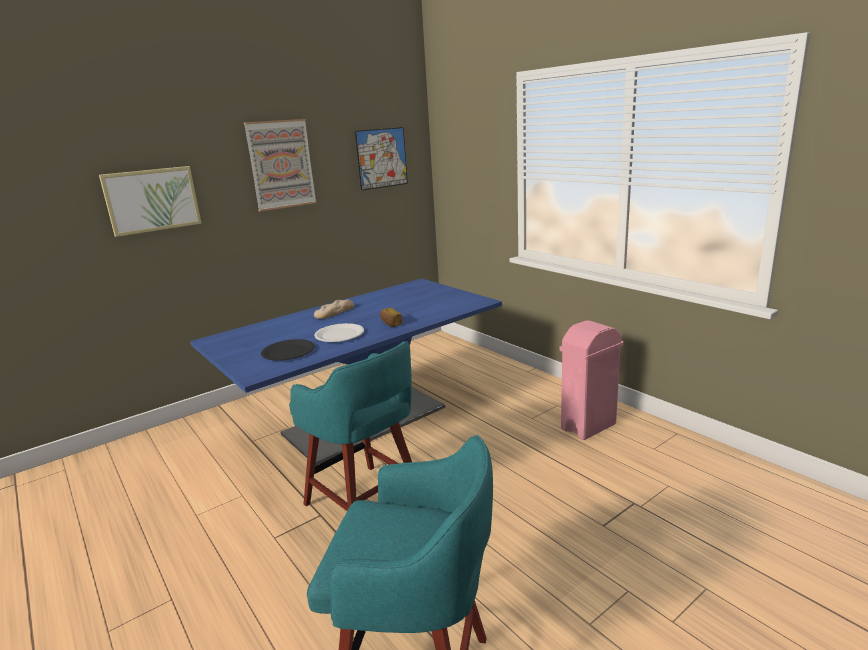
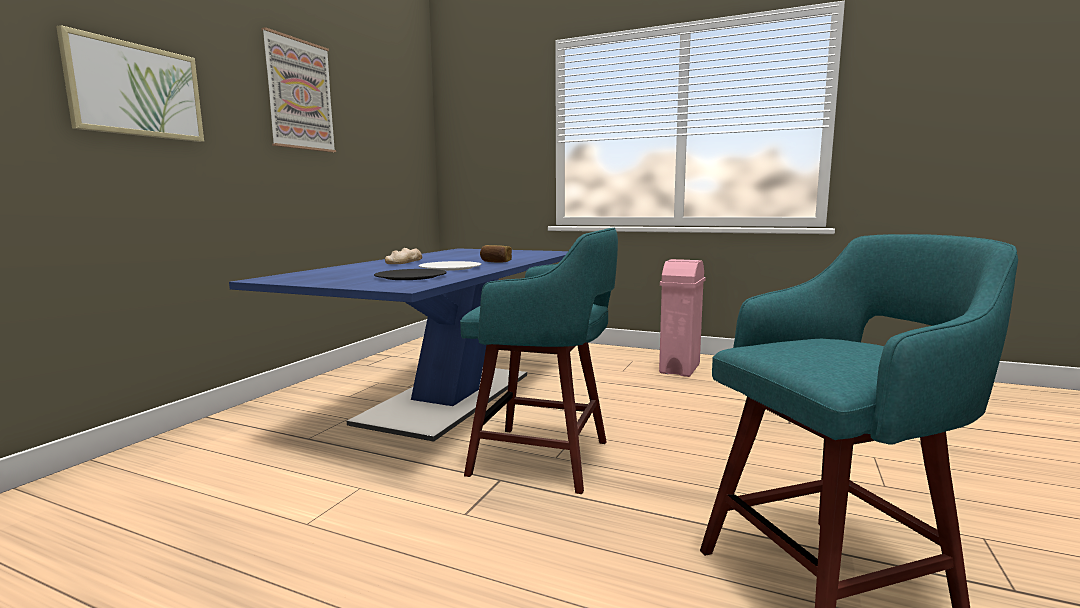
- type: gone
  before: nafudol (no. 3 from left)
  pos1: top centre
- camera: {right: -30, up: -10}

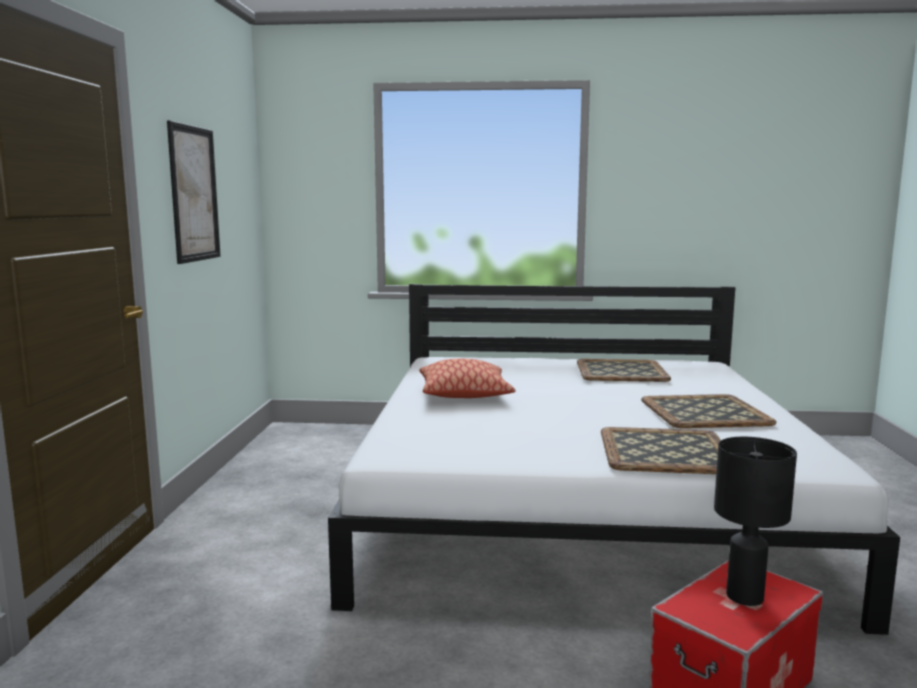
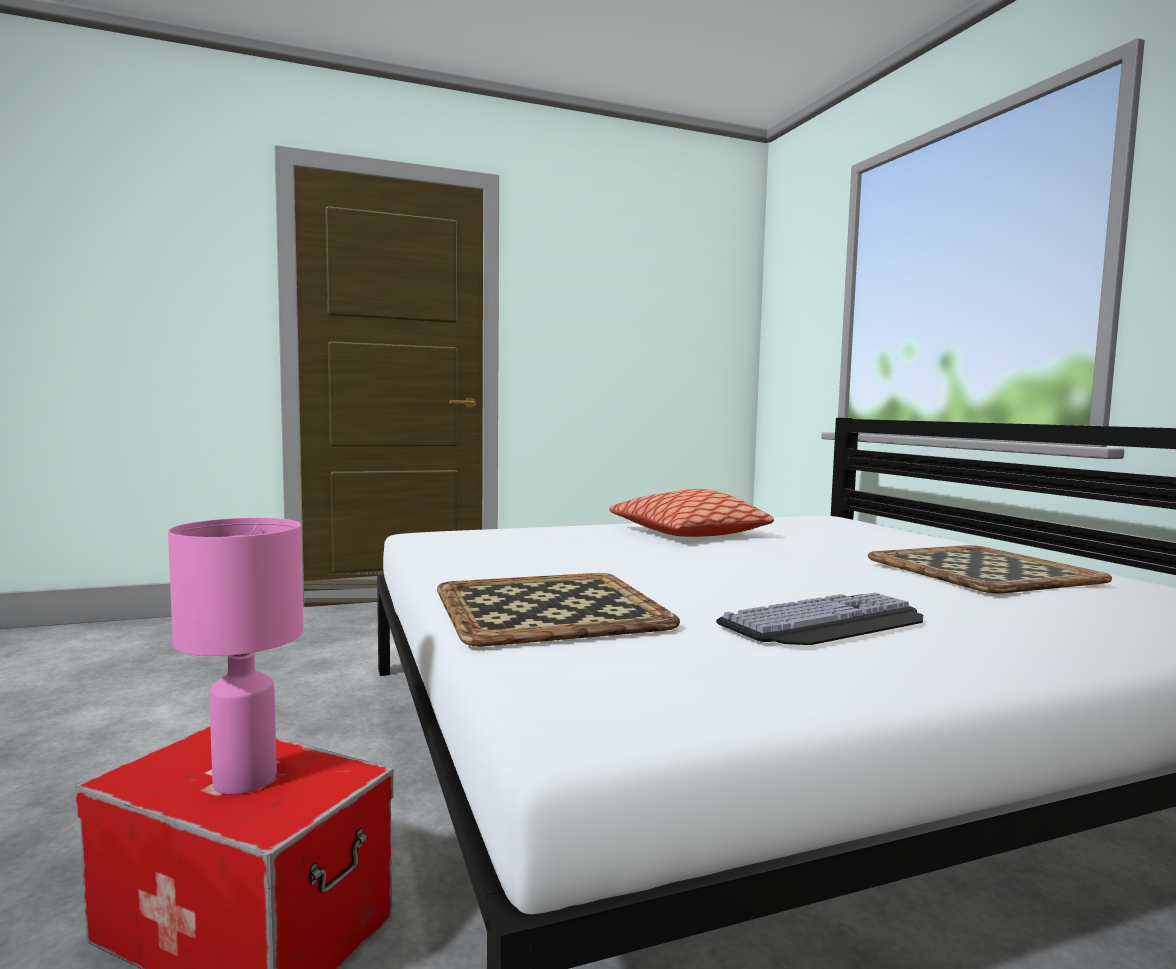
- type: repainted
  before: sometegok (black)
  after: sometegok (pink)
  pos1: bottom right
  pos2: bottom left
- type: swapped
  before: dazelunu (no. 3 from left)
  after: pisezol
  pos1: middle right
  pos2: middle right
- type: gone
  before: nafudol
  pos1: top left
- camera: {right: 65, up: -5}

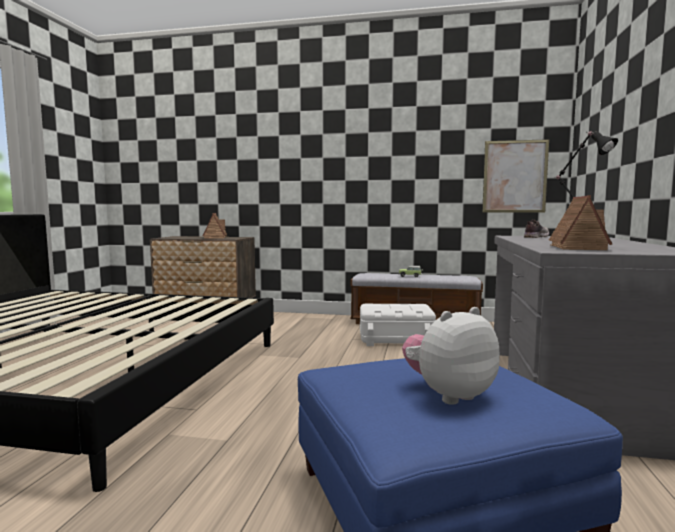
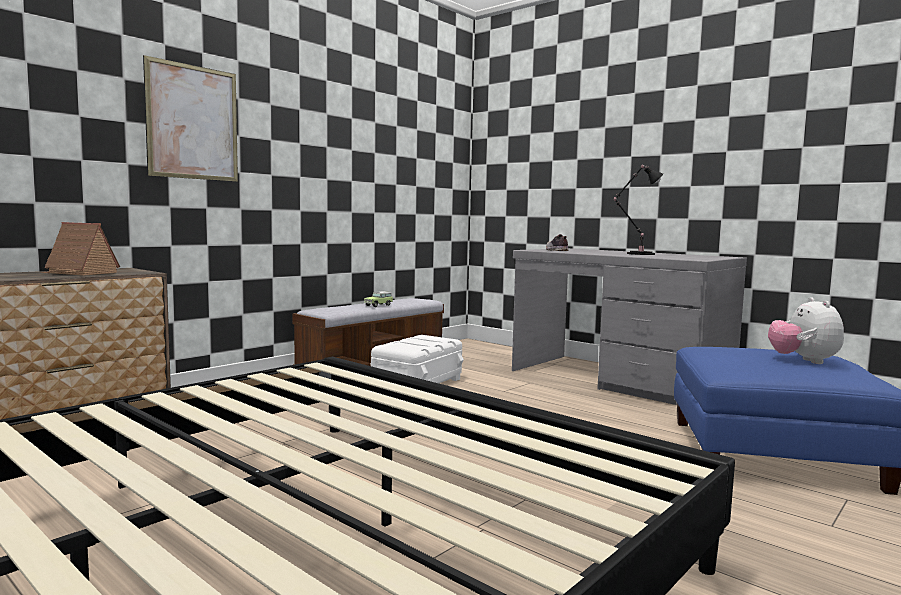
- type: shifted
  before: nafudol
  pos1: top right
  pos2: top left
- type: gone
  before: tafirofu (no. 2 from left)
  pos1: middle right
- camera: {right: -60, up: 0}

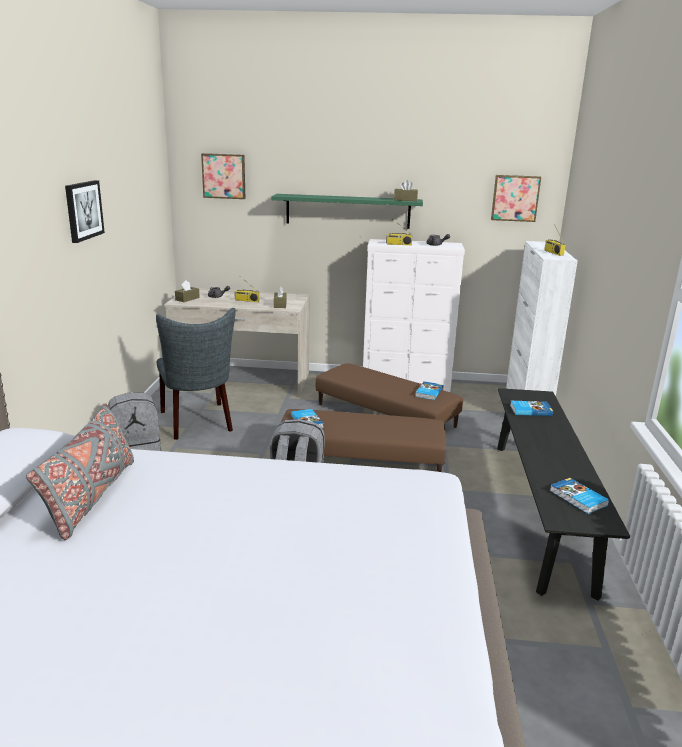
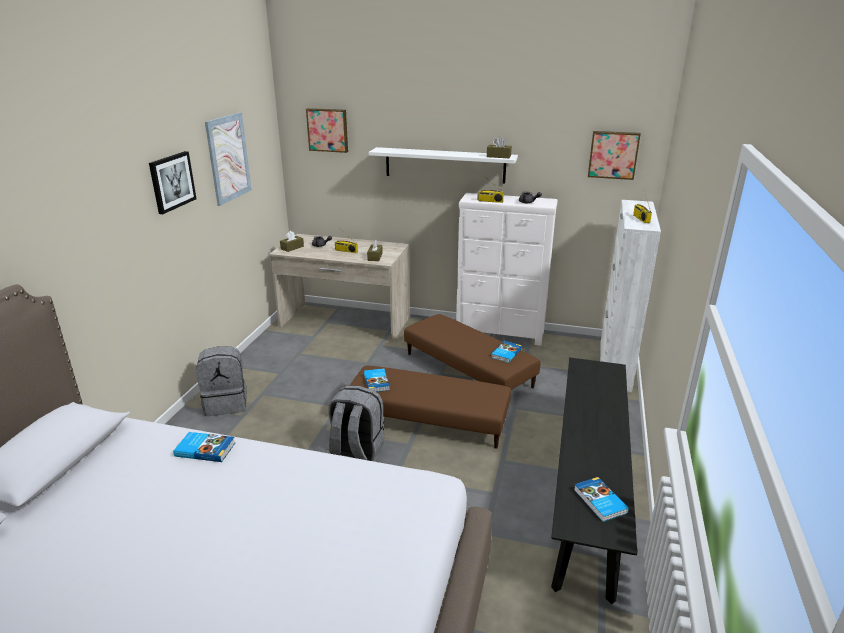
- type: shifted
  before: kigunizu (no. 3 from left in the first image)
  after: kigunizu (no. 1 from left)
  pos1: middle right
  pos2: bottom left
- type: new
  after: nafudol (no. 2 from left)
  pos2: top left
- type: repainted
  before: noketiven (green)
  after: noketiven (white)
  pos1: top centre
  pos2: top centre
- type: gone
  before: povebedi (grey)
  pos1: middle left
- type: gone
  before: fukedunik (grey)
  pos1: middle left
- camera: {right: 10, up: 5}

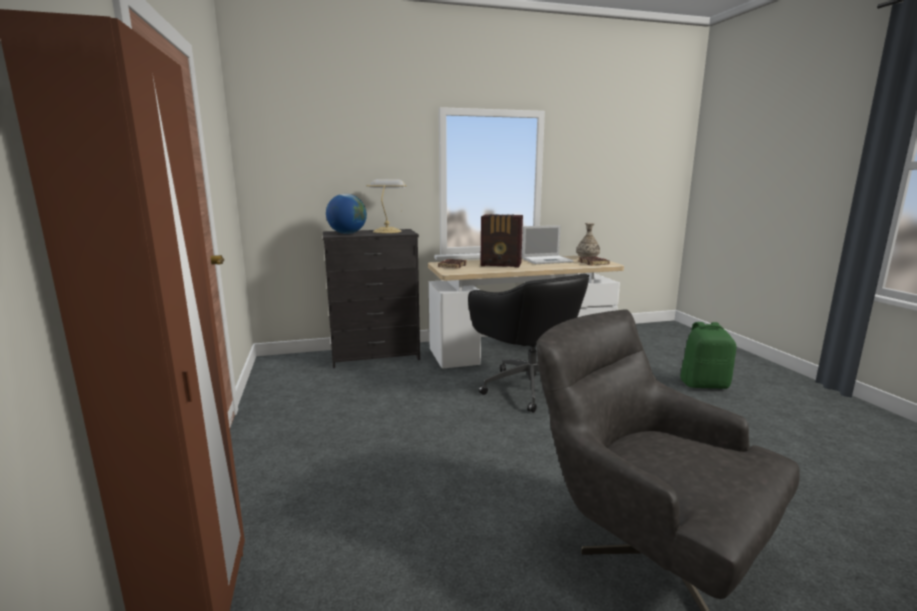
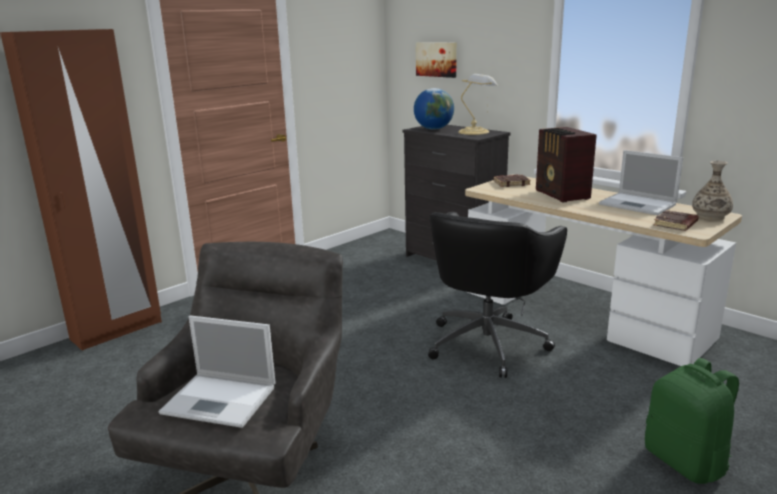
- type: new
  after: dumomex (no. 1 from left)
  pos2: bottom left
- type: new
  after: nafudol
  pos2: top centre
- camera: {right: 60, up: 5}

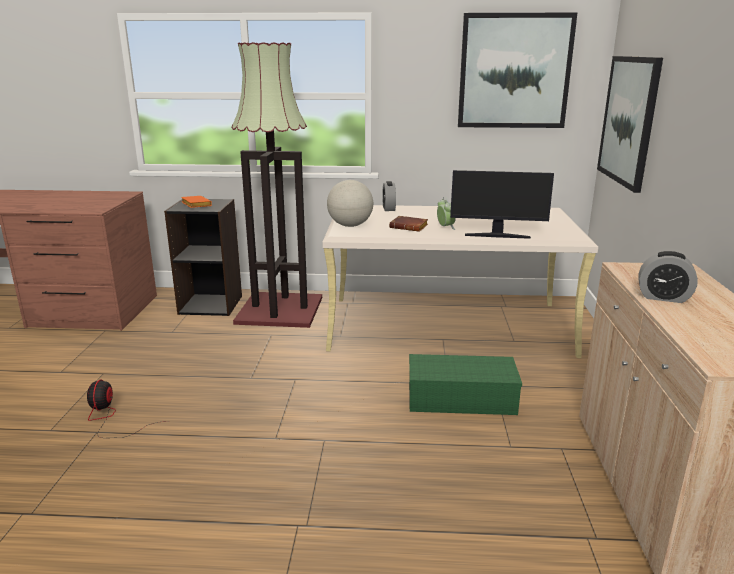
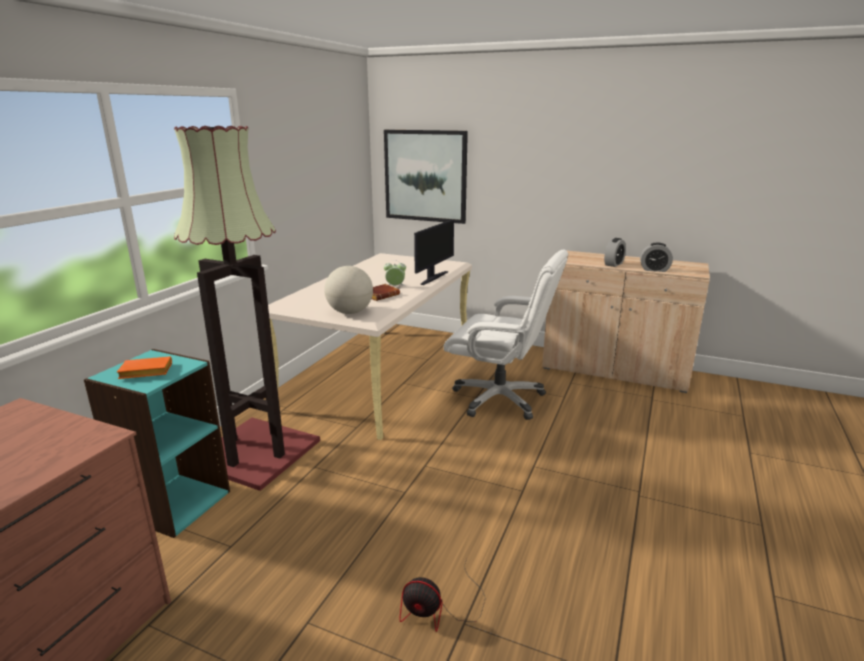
- type: repainted
  before: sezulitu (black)
  after: sezulitu (turquoise)
  pos1: middle left
  pos2: bottom left
- type: swapped
  before: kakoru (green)
  after: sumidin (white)
  pos1: bottom centre
  pos2: centre
- type: shifted
  before: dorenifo (no. 1 from left in the first image)
  after: dorenifo (no. 3 from left)
  pos1: centre
  pos2: middle right
- type: gone
  before: nafudol (no. 1 from left)
  pos1: top right
- camera: {right: -70, up: 0}

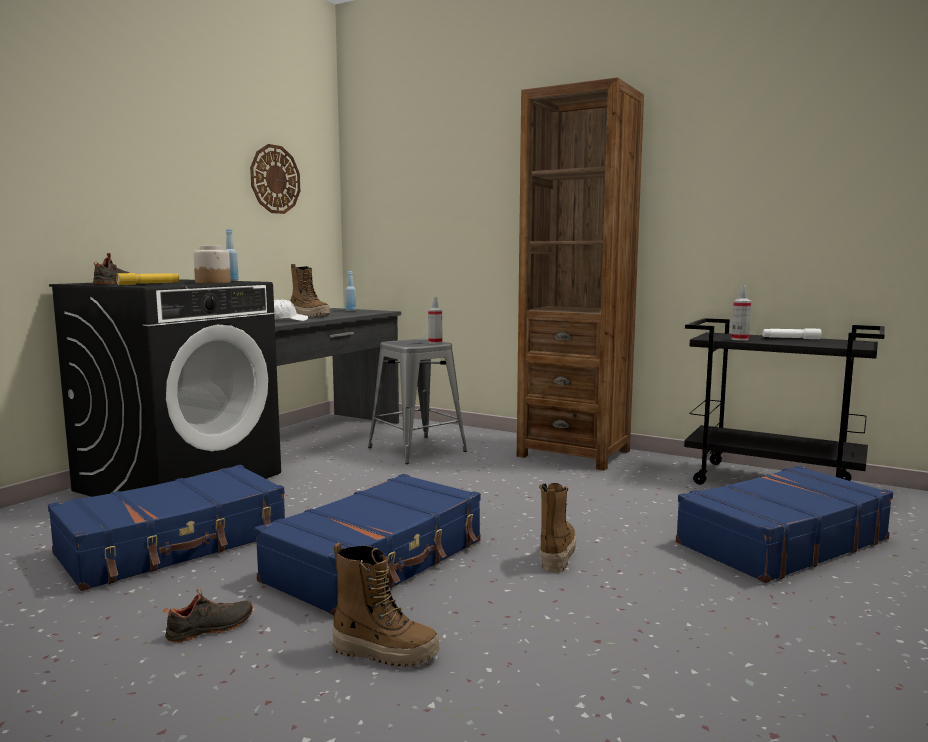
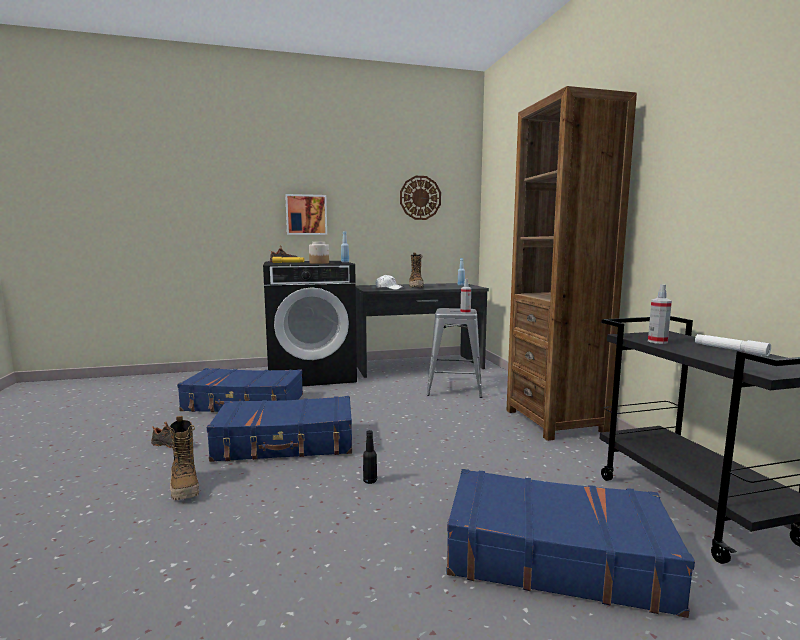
- type: new
  after: nafudol
  pos2: centre
- type: swapped
  before: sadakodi (no. 3 from left)
  after: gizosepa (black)
  pos1: bottom centre
  pos2: bottom centre
- camera: {right: 45, up: 0}

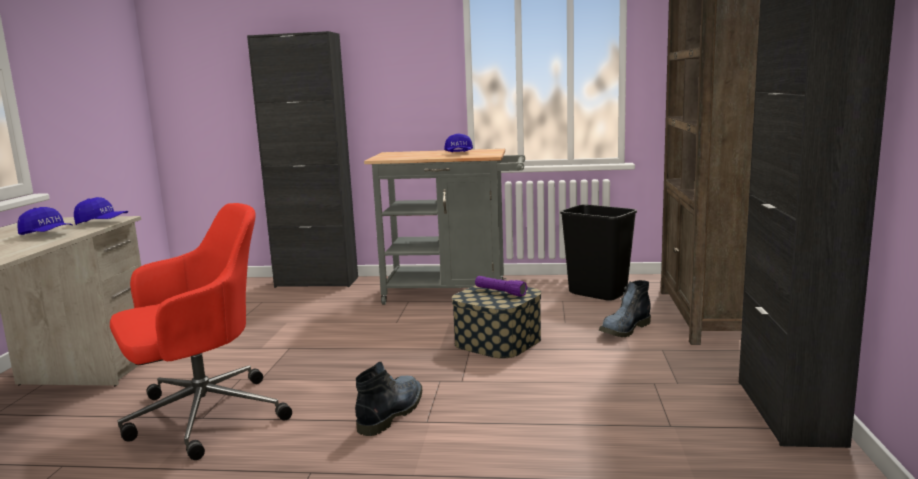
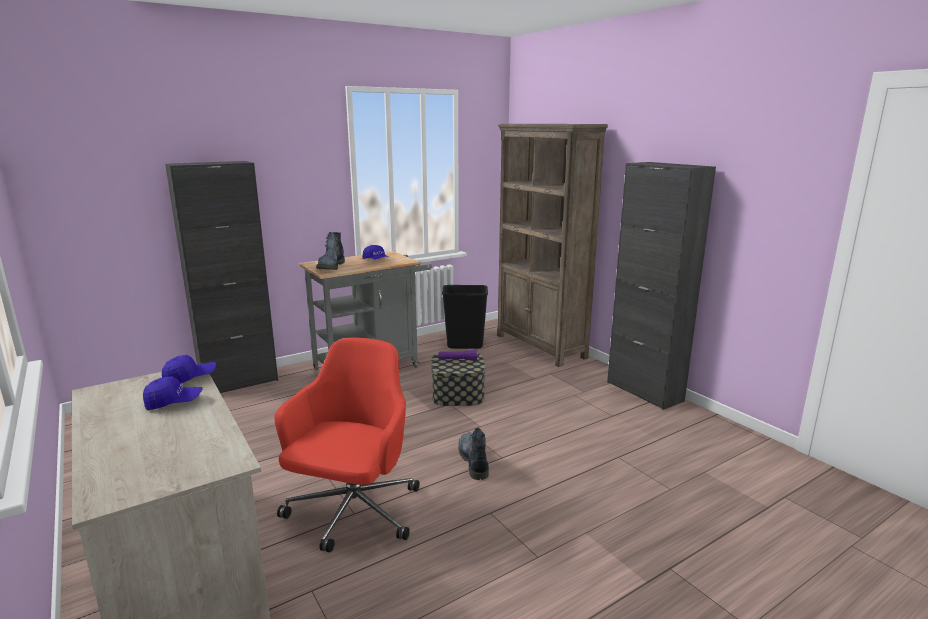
- type: shifted
  before: sadakodi (no. 2 from left in the first image)
  after: sadakodi (no. 1 from left)
  pos1: middle right
  pos2: centre
- camera: {right: -40, up: 5}

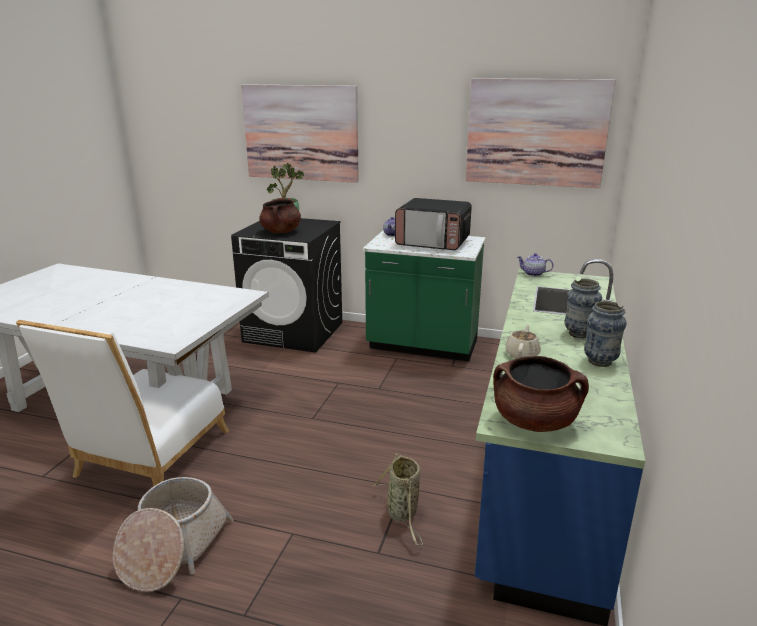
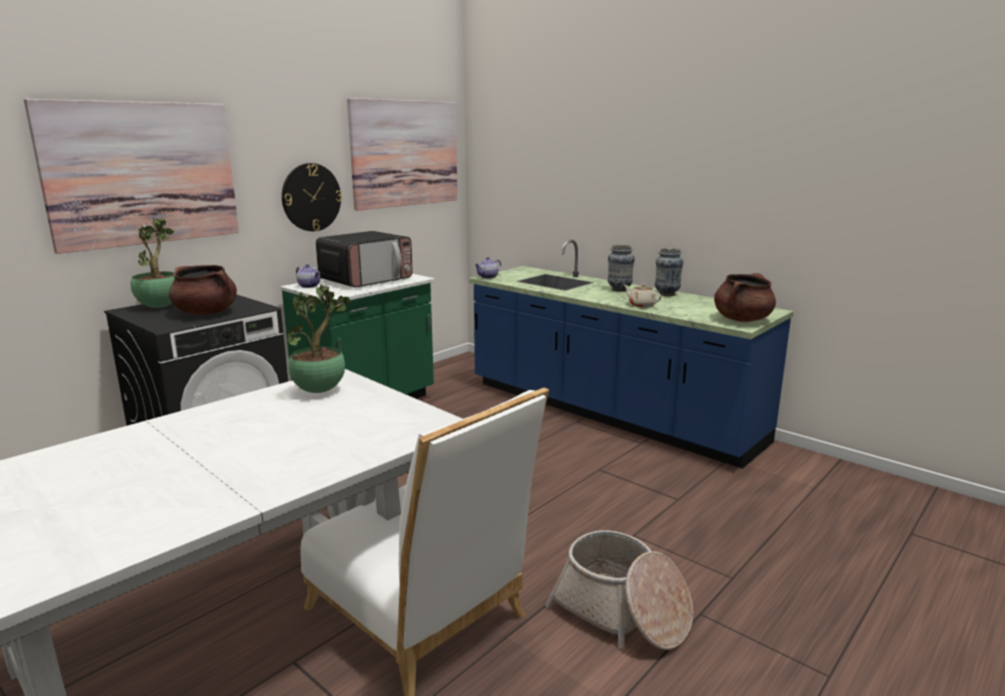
- type: new
  after: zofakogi
  pos2: top left
- type: new
  after: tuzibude (no. 2 from left)
  pos2: middle left
- type: gone
  before: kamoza (no. 2 from left)
  pos1: bottom centre
- camera: {right: -65, up: -5}

